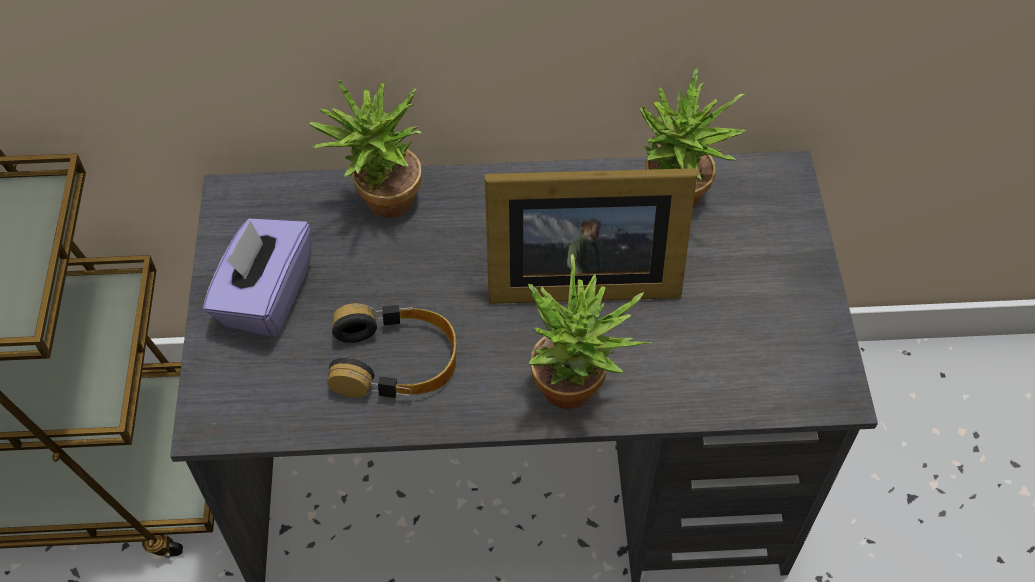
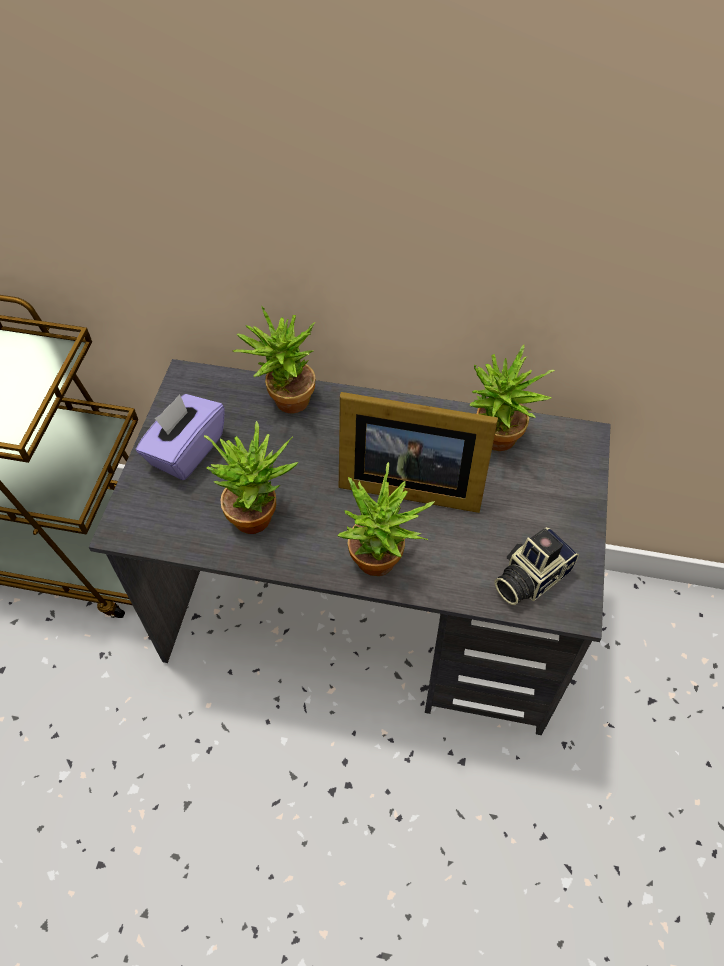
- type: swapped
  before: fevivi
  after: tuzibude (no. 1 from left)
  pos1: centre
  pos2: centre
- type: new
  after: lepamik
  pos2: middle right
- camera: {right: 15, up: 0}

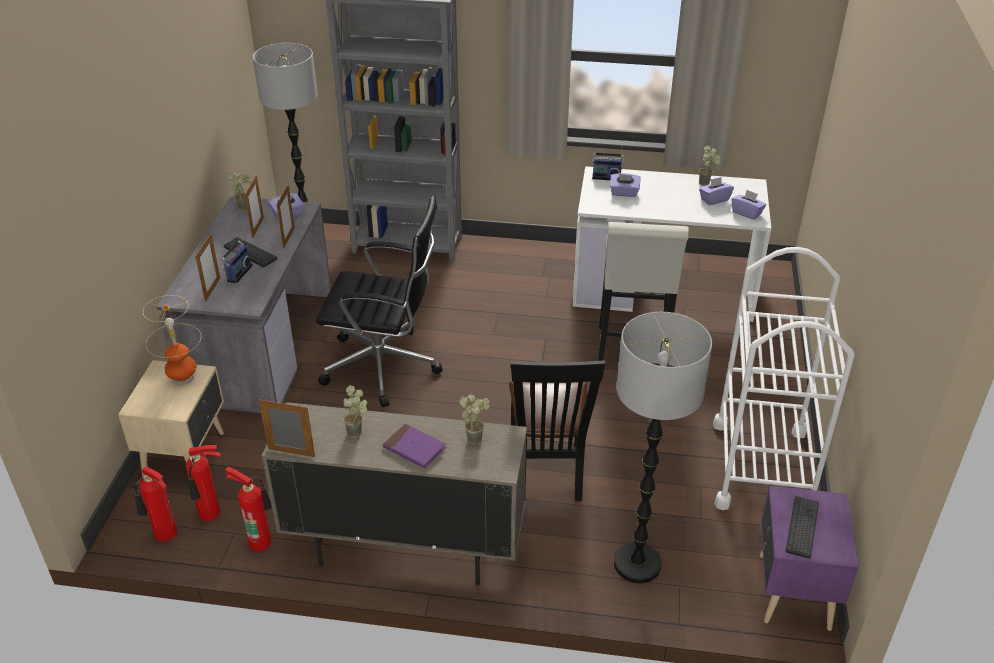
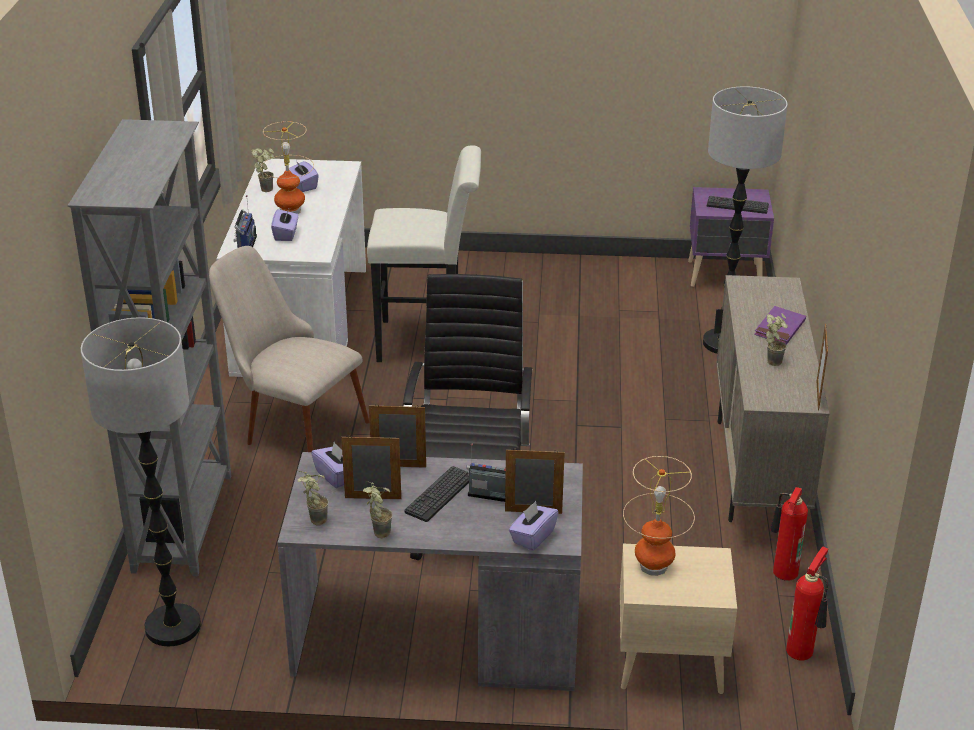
- type: new
  after: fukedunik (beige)
  pos2: middle left
- type: new
  after: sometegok (no. 1 from left)
  pos2: top left
- type: shifted
  before: tuzibude (no. 3 from left)
  pos1: centre
  pos2: bottom centre
- type: shifted
  before: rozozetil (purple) (no. 4 from left)
  pos1: top right
  pos2: bottom centre
- type: gone
  before: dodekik (no. 2 from left)
  pos1: bottom left
- type: gone
  before: fukedunik (black)
  pos1: centre
- type: gone
  before: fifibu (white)
  pos1: middle right
- camera: {right: -95, up: -5}

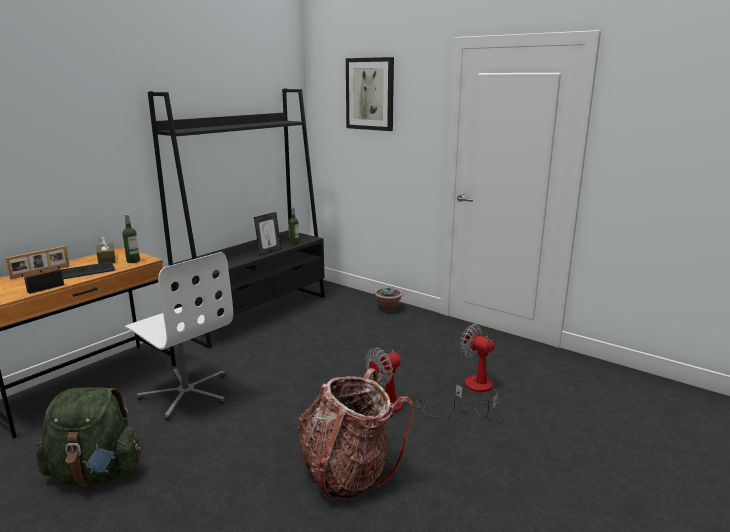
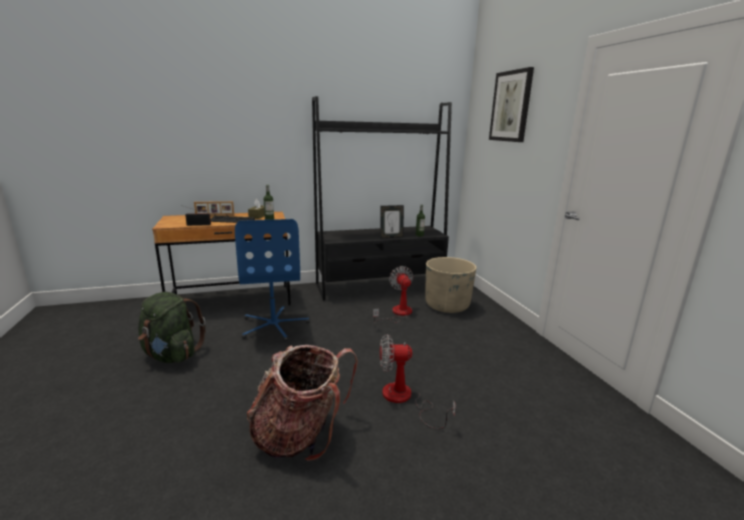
- type: repainted
  before: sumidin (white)
  after: sumidin (blue)
  pos1: middle left
  pos2: centre
- type: shifted
  before: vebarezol (no. 2 from left in the first image)
  after: vebarezol (no. 1 from left)
  pos1: bottom centre
  pos2: centre
- type: new
  after: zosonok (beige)
  pos2: centre
- type: gone
  before: tuzibude
  pos1: centre
- camera: {right: 35, up: 0}

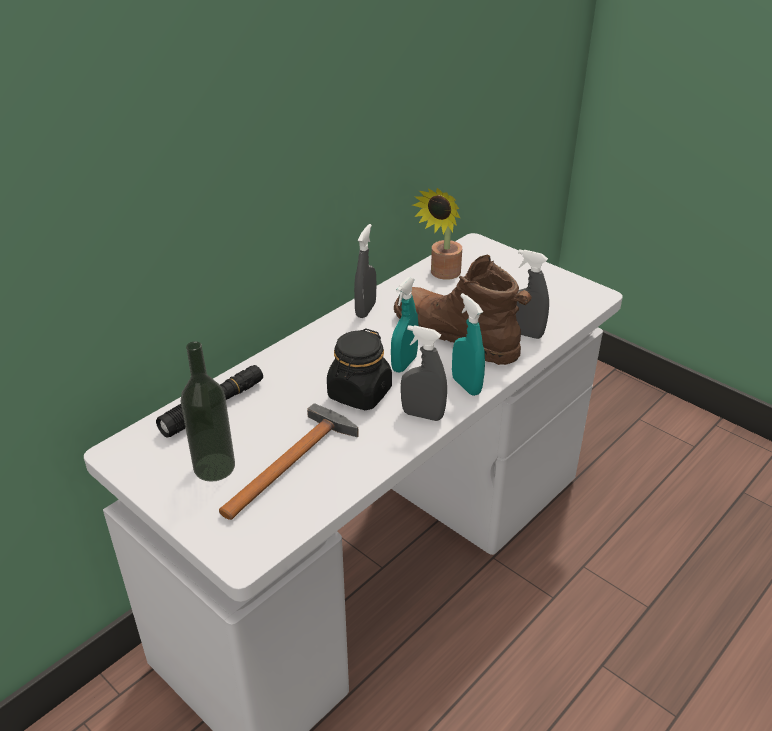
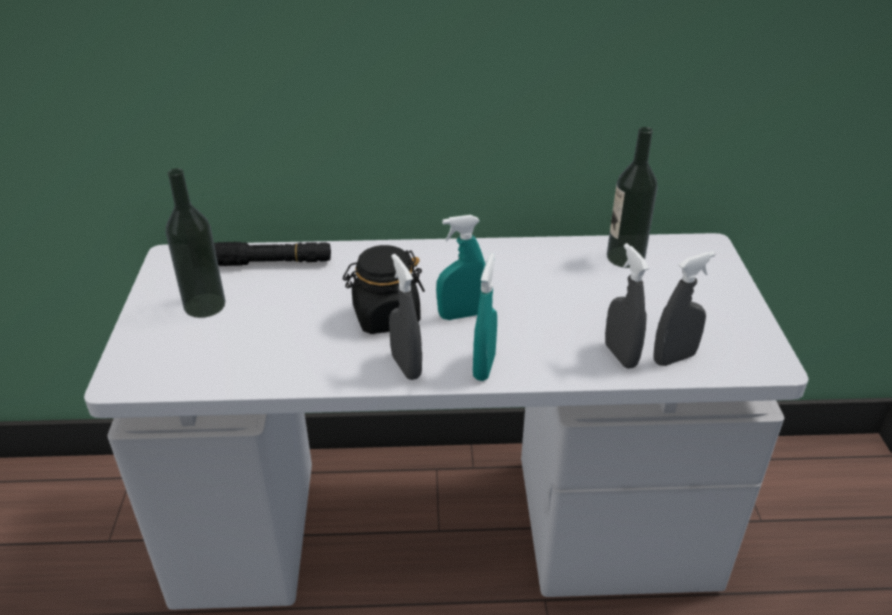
- type: swapped
  before: tuzibude
  after: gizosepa (no. 2 from left)
  pos1: top centre
  pos2: top right
- type: shifted
  before: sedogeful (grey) (no. 1 from left in the first image)
  after: sedogeful (grey) (no. 3 from left)
  pos1: centre
  pos2: middle right
- type: gone
  before: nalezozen
  pos1: centre
- type: gone
  before: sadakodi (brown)
  pos1: centre
- camera: {right: 45, up: 0}

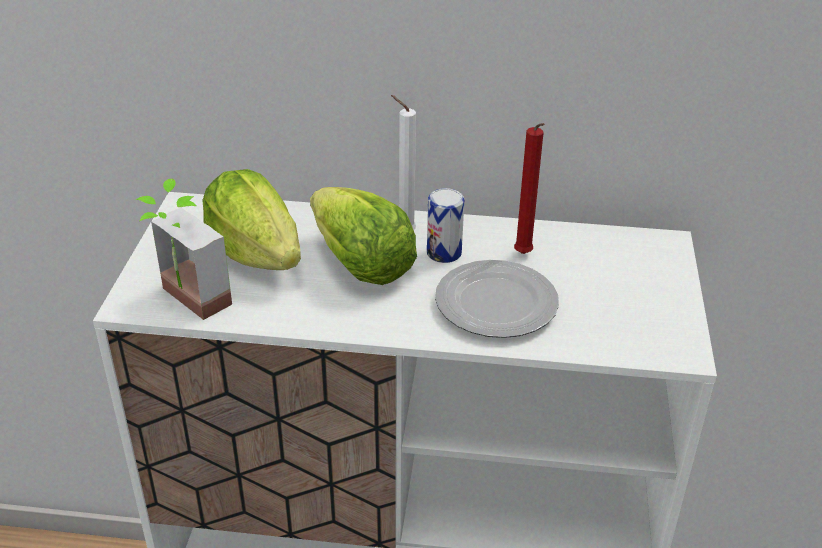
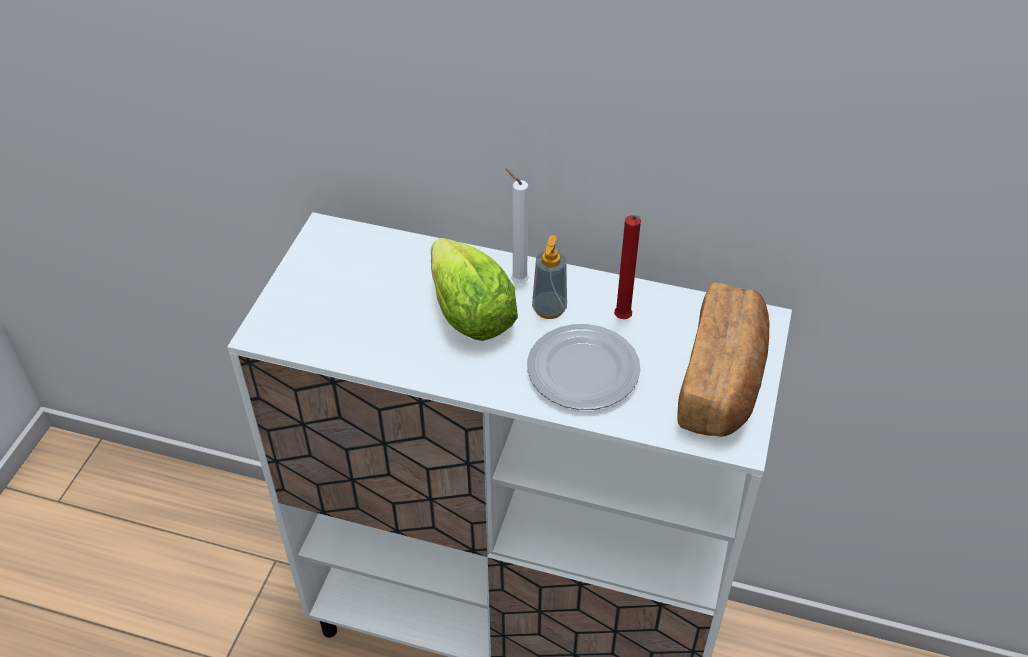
- type: swapped
  before: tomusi
  after: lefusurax
  pos1: centre
  pos2: centre
- type: new
  after: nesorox
  pos2: middle right
- type: gone
  before: tuzibude
  pos1: middle left
- type: gone
  before: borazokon (no. 1 from left)
  pos1: middle left
- camera: {right: 10, up: 10}

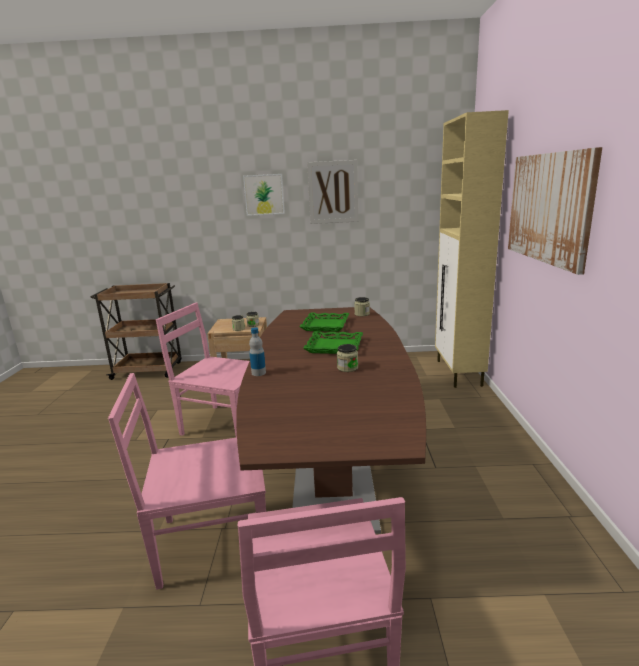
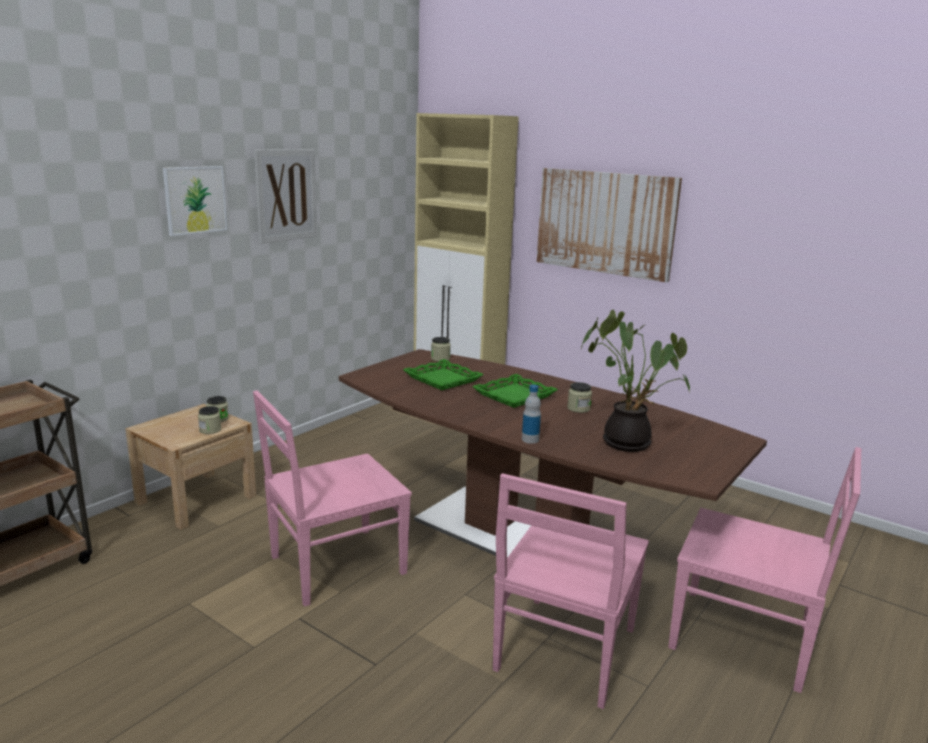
- type: new
  after: tuzibude
  pos2: middle right
- camera: {right: -55, up: 0}

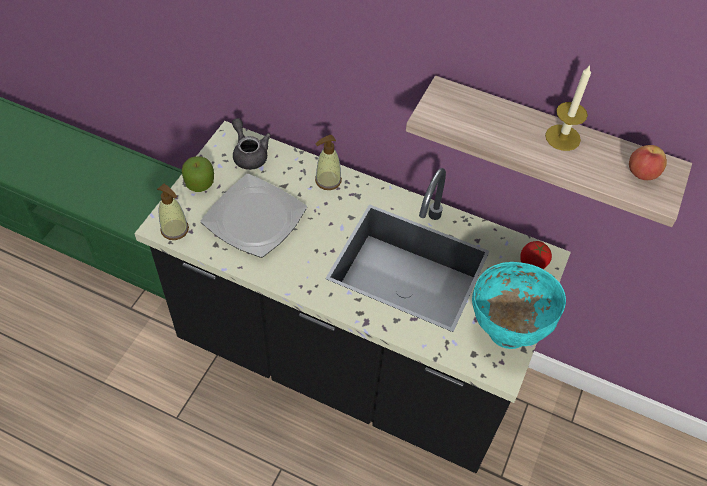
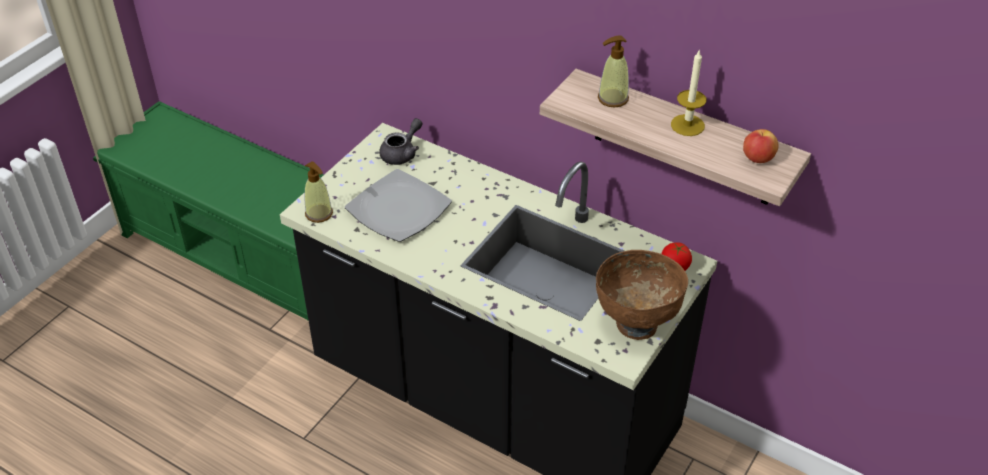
- type: rotated
  before: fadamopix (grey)
  pos1: top centre
  pos2: top centre
  turn: 60
- type: repainted
  before: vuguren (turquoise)
  after: vuguren (brown)
  pos1: middle right
  pos2: centre
- type: shifted
  before: lefusurax (no. 2 from left)
  pos1: centre
  pos2: top centre
- type: gone
  before: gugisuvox (no. 1 from left)
  pos1: middle left
- camera: {right: 10, up: -10}

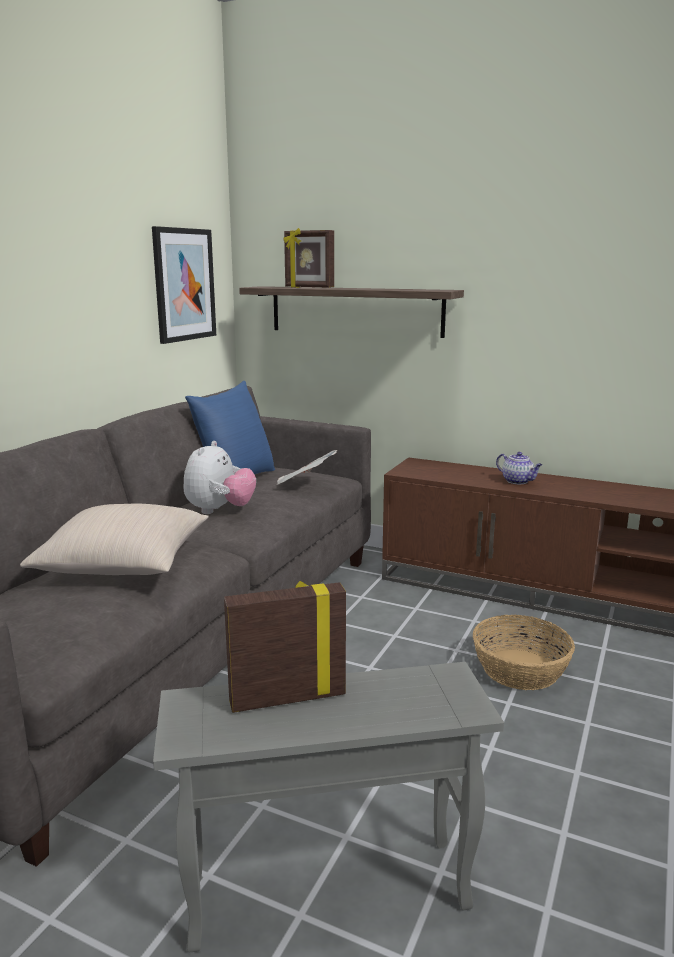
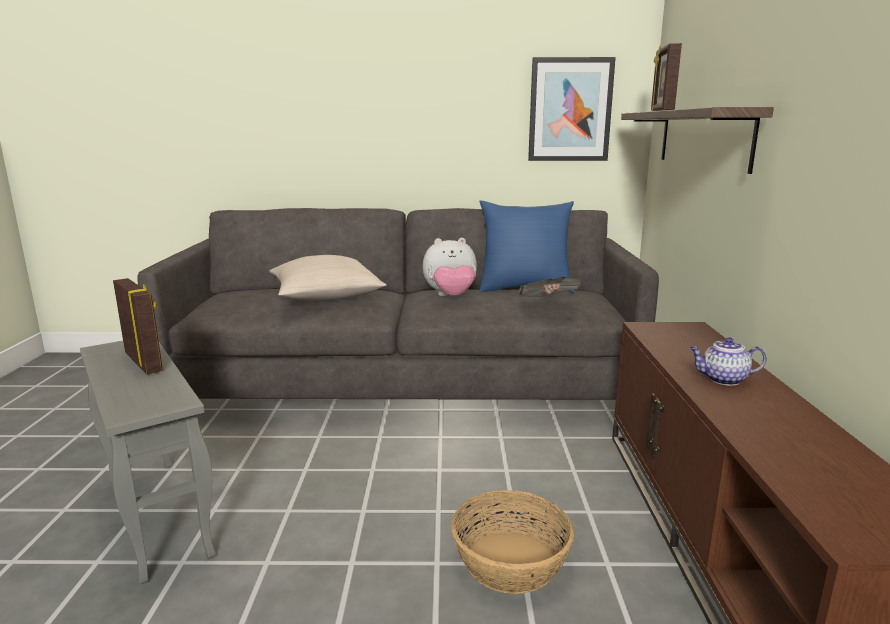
- type: rotated
  before: fadamopix
  pos1: middle right
  pos2: middle right
  turn: 75
- camera: {right: 65, up: 0}

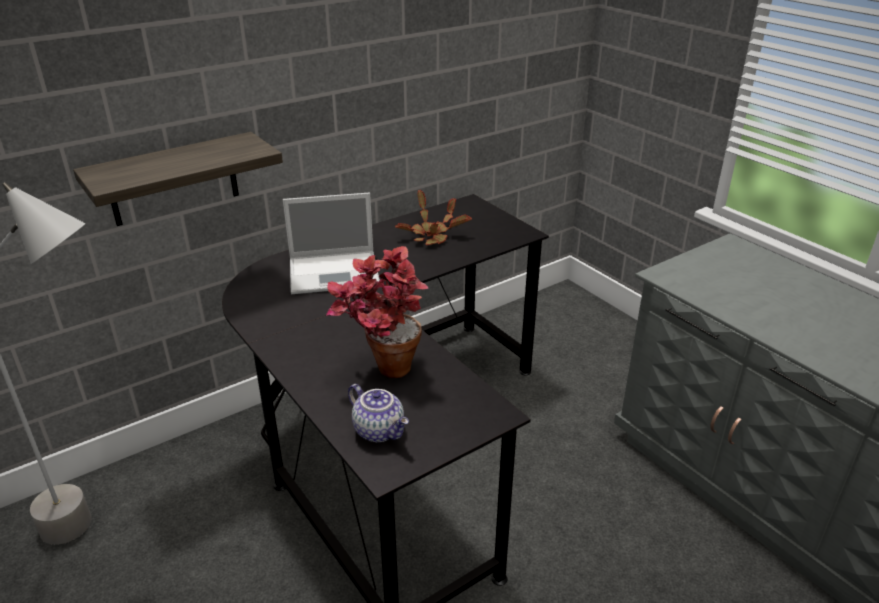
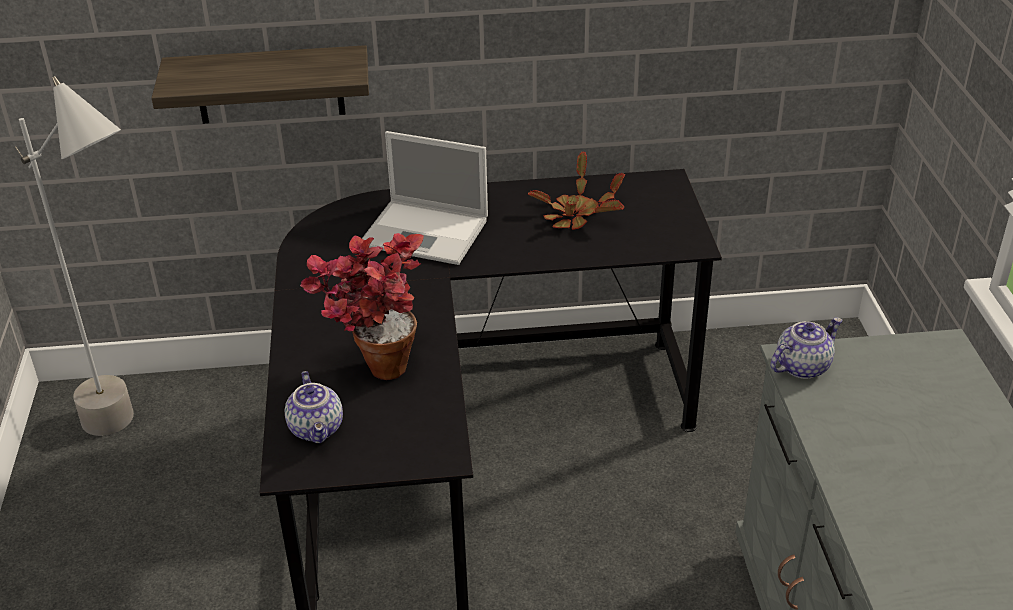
- type: new
  after: fadamopix (no. 2 from left)
  pos2: middle right
- camera: {right: 30, up: 5}

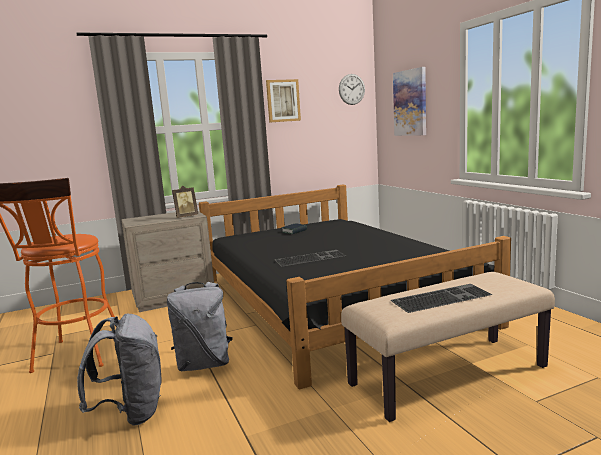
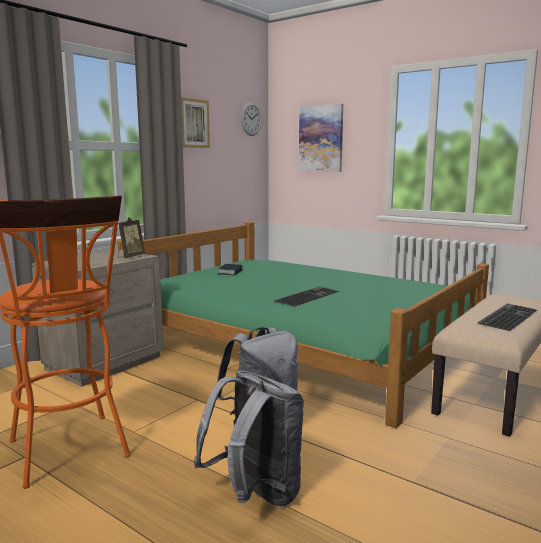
- type: repainted
  before: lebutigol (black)
  after: lebutigol (green)
  pos1: centre
  pos2: centre
- camera: {right: -30, up: 0}

